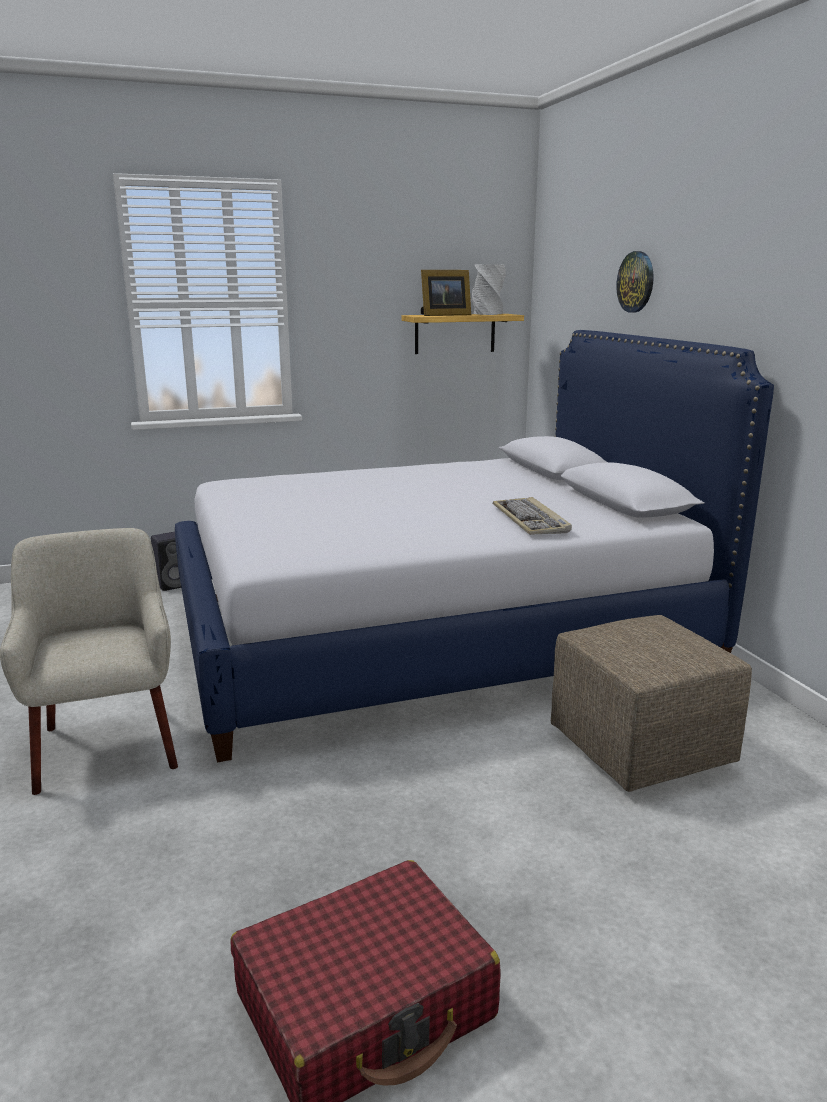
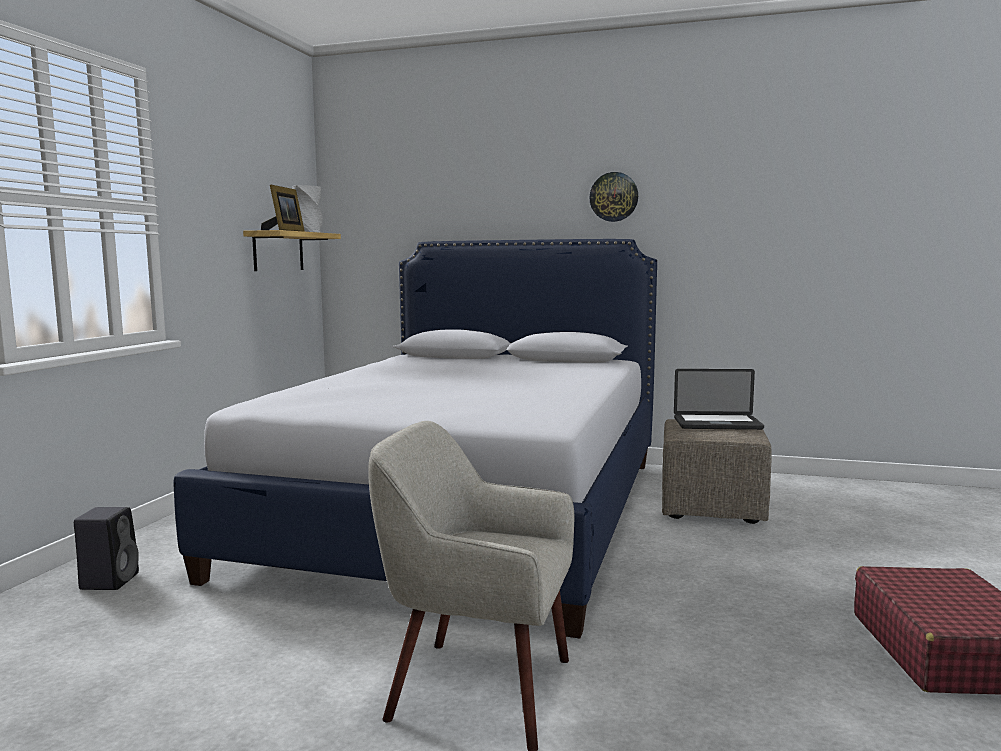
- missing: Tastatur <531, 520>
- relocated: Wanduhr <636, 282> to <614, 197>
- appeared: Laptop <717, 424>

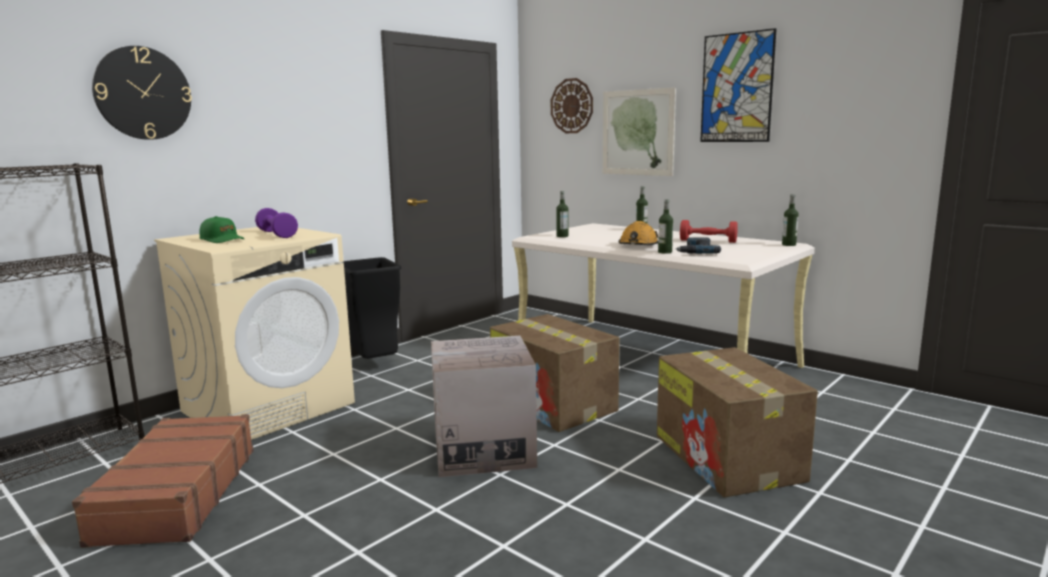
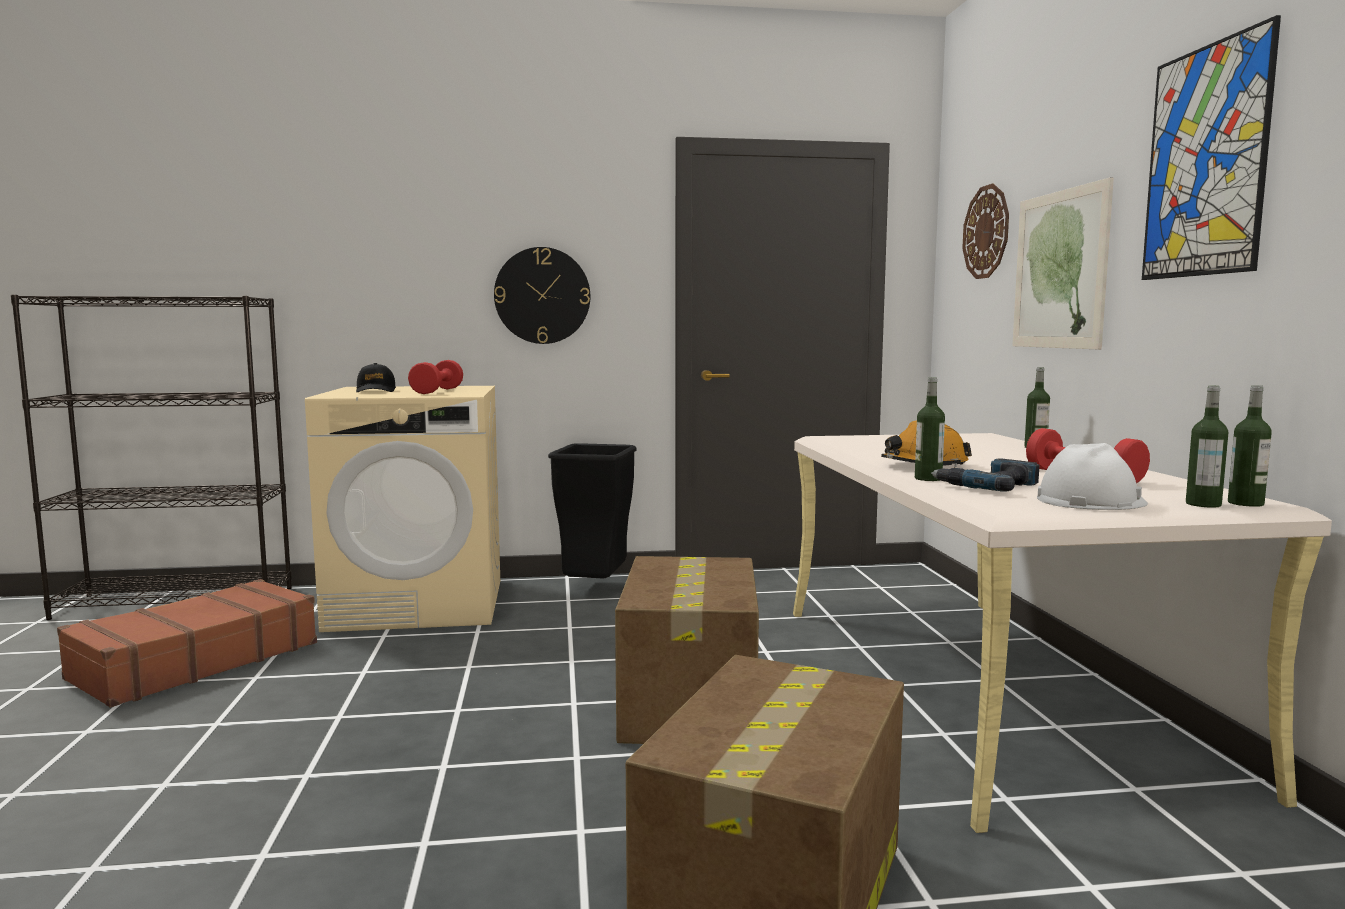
- relocated: Wanduhr <143, 93> to <542, 295>
- colour: Kappe (grün) <222, 240> to Kappe (schwarz) <376, 391>
- colour: Hantel (lila) <277, 234> to Hantel (rot) <437, 391>
- missing: Karton <483, 450>
- relocated: Flasche <562, 236> to <1203, 504>
- appeared: Schutzhelm (weiß) <1090, 501>

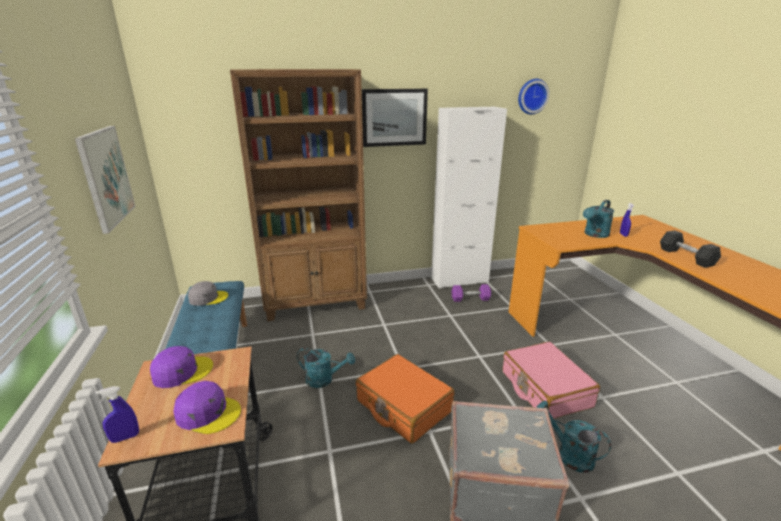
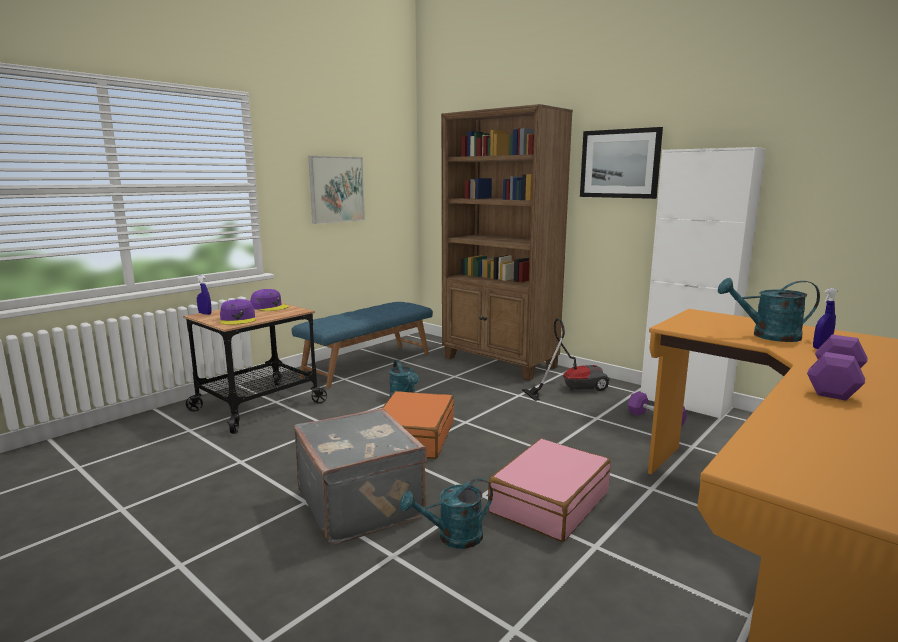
- missing: Kappe (grau) <208, 298>
- missing: Wanduhr <532, 96>
- spun: Gießkanne (türkis) <569, 454> = <452, 537> 120 degrees counterclockwise
- colour: Hantel (schwarz) <686, 257> to Hantel (lila) <835, 383>
- appeared: Staubsauger <571, 388>

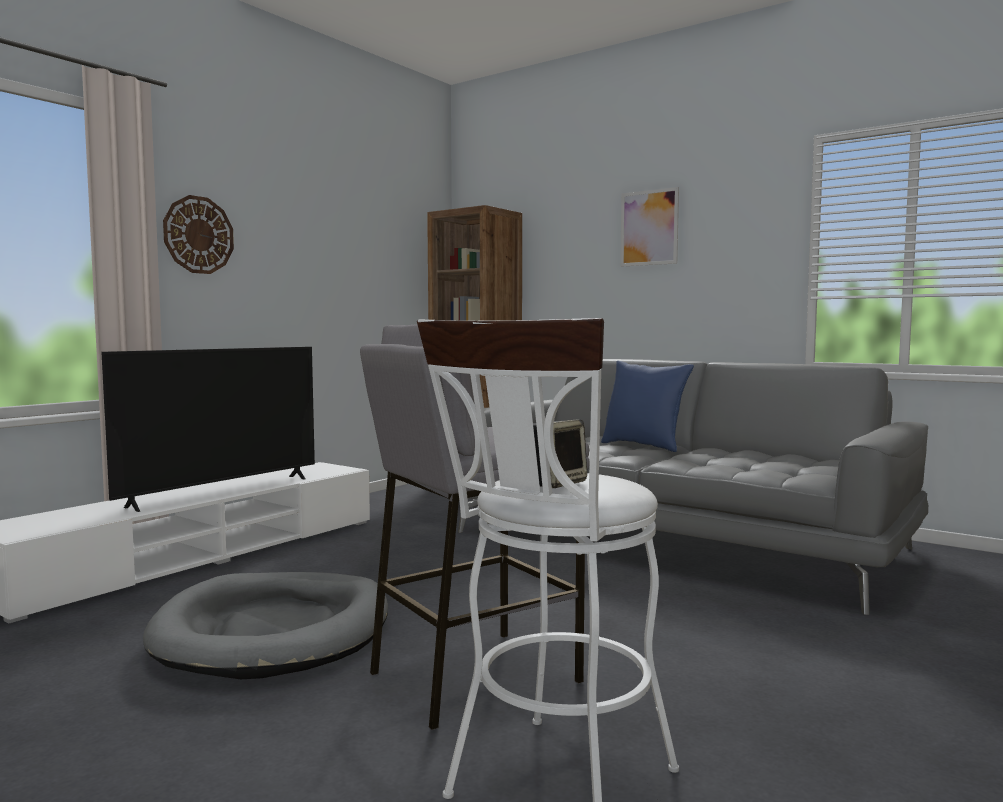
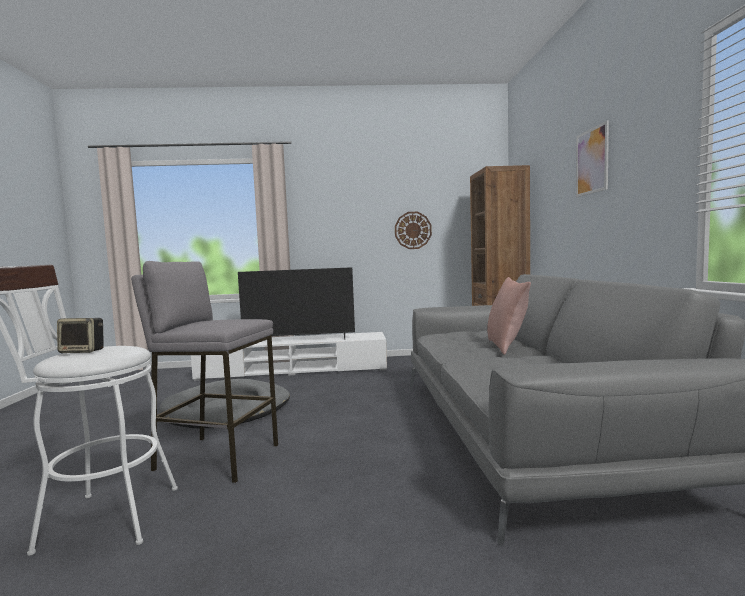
- relocated: Wanduhr <198, 235> to <413, 230>
- colour: Kissen (blau) <644, 446> to Kissen (rosa) <506, 346>

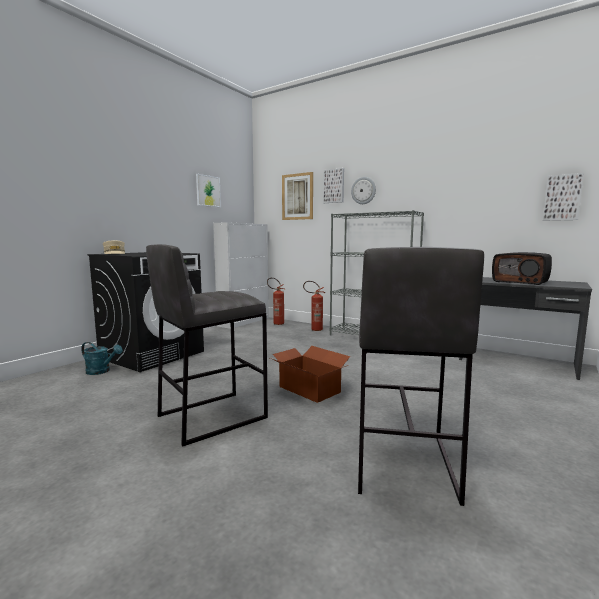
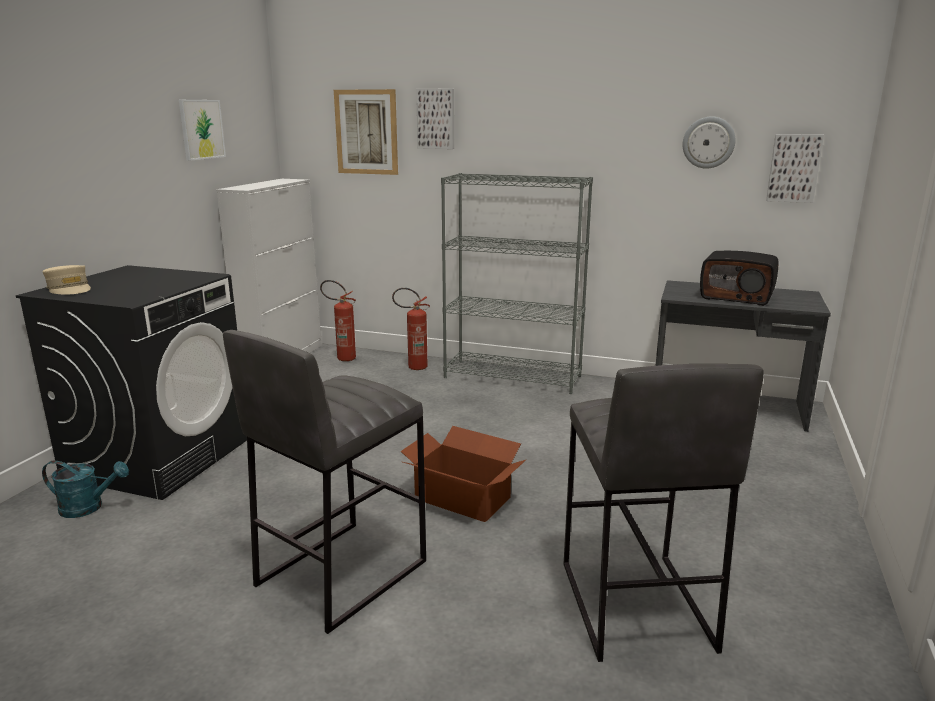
- relocated: Wanduhr <363, 190> to <708, 142>

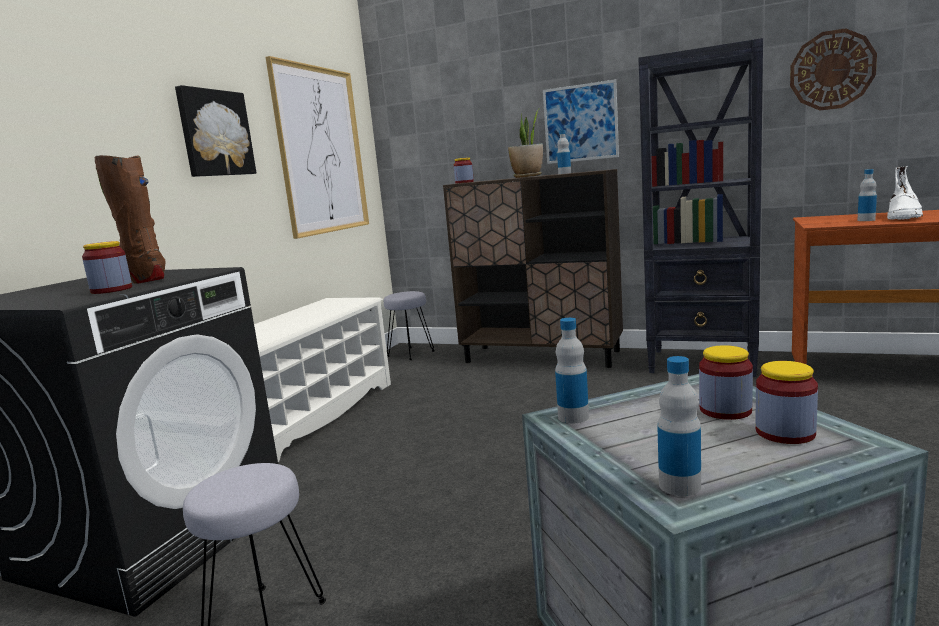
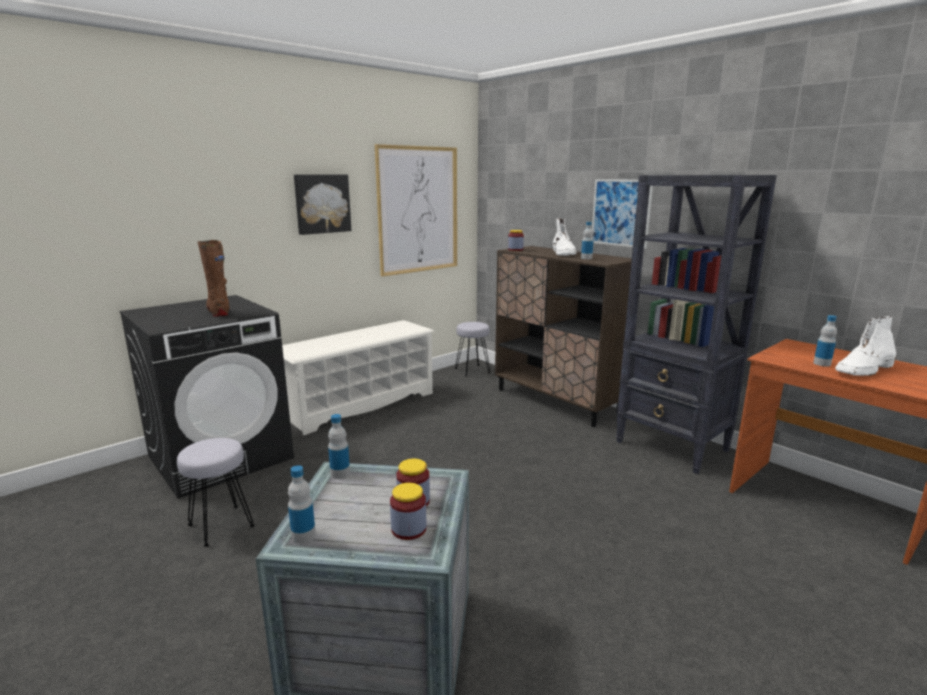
- missing: Vorratsglas <111, 290>
- exchanged: Topfpflanze <527, 176> to Stiefel (weiß) <564, 253>
- missing: Wanduhr <832, 70>

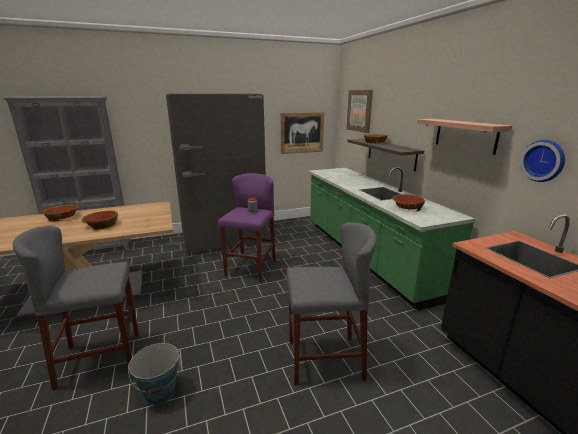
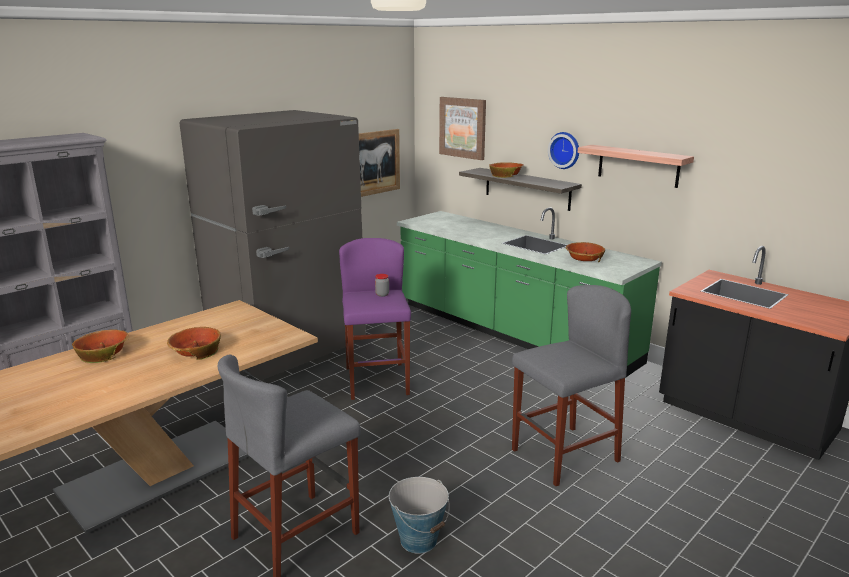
- relocated: Wanduhr <544, 160> to <565, 150>

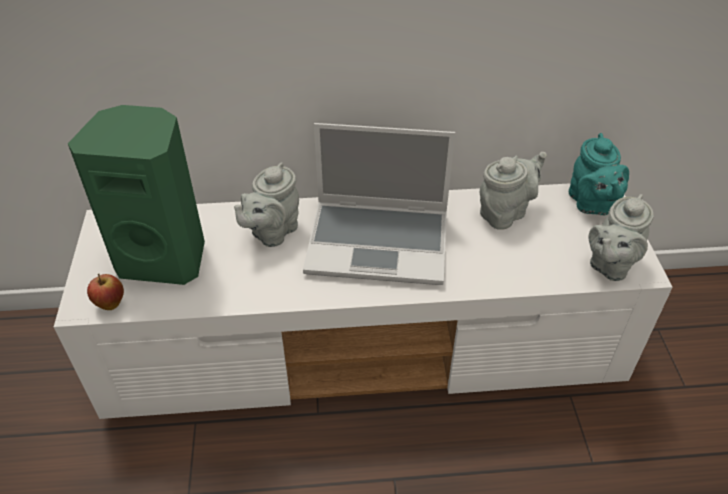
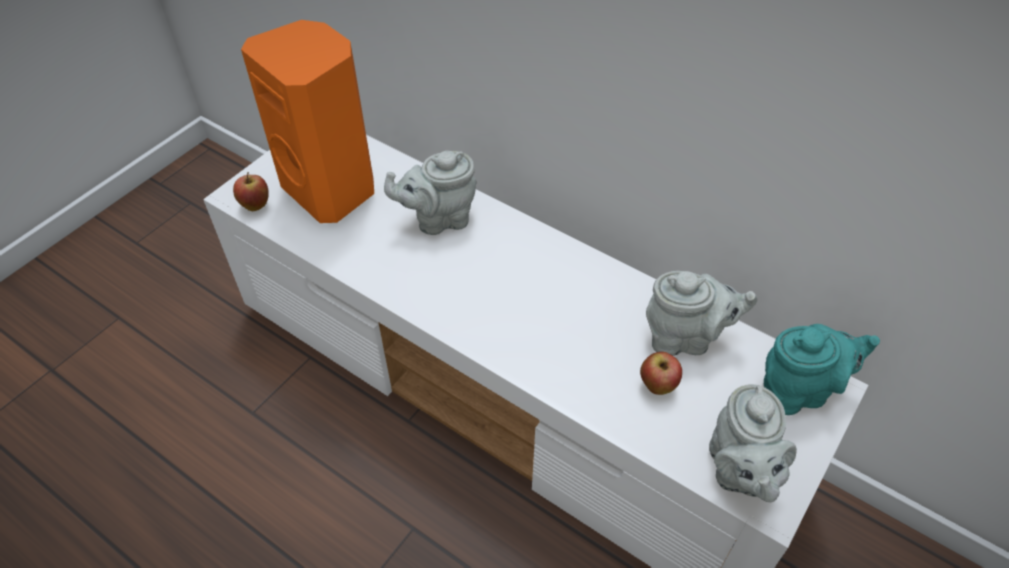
- colour: Lautsprecher (grün) <164, 258> to Lautsprecher (orange) <332, 190>
- missing: Laptop <380, 243>
- spun: Teekanne (türkis) <591, 204> = <799, 391> 135 degrees counterclockwise
- spun: Teekanne (grau) <610, 265> = <739, 471> 75 degrees counterclockwise
- appeared: Apfel <657, 386>

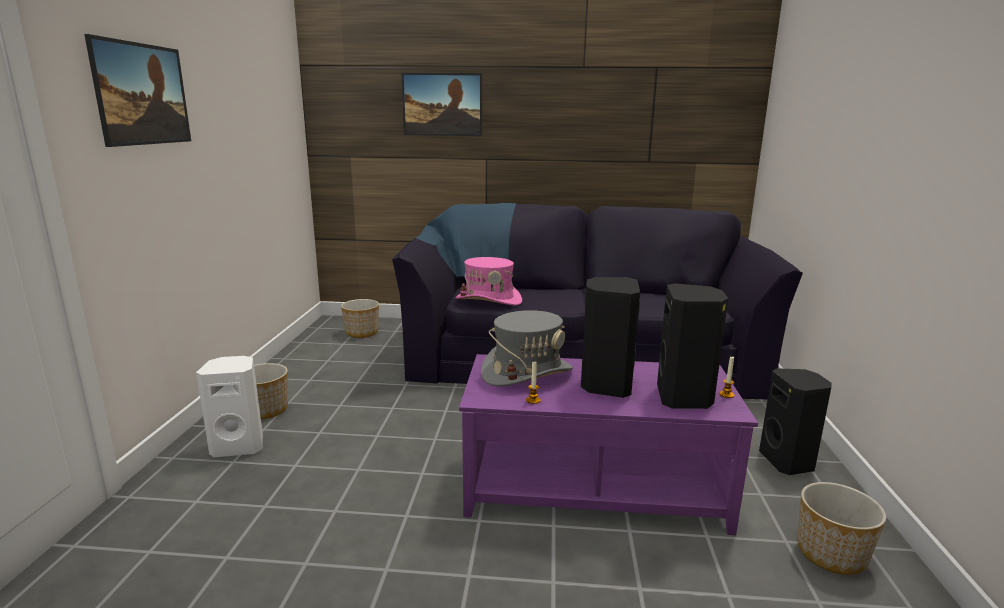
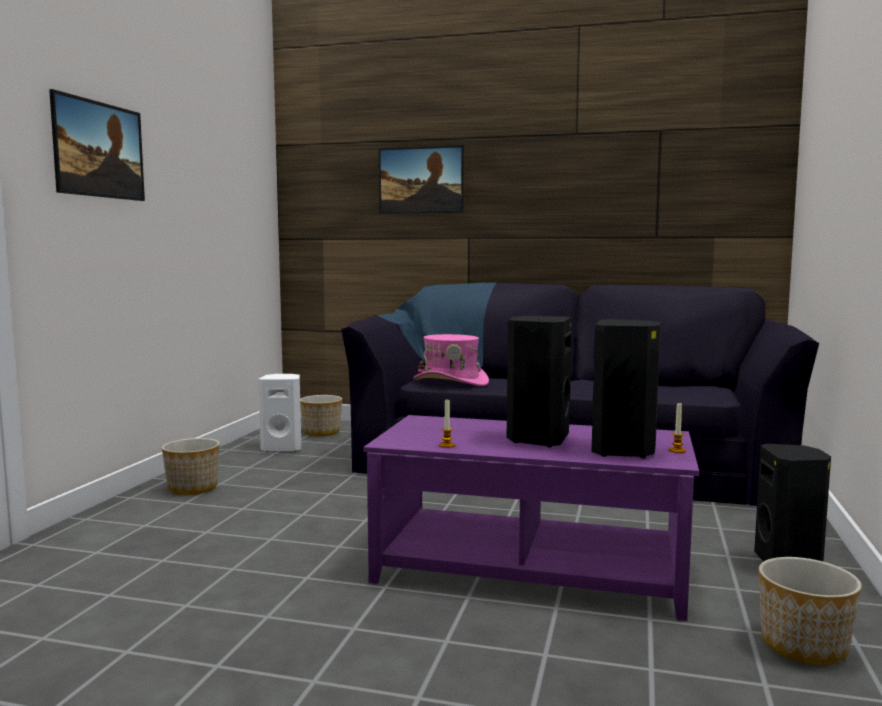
- relocated: Lautsprecher (weiß) <239, 446> to <283, 448>
- missing: Hut (grau) <527, 372>

